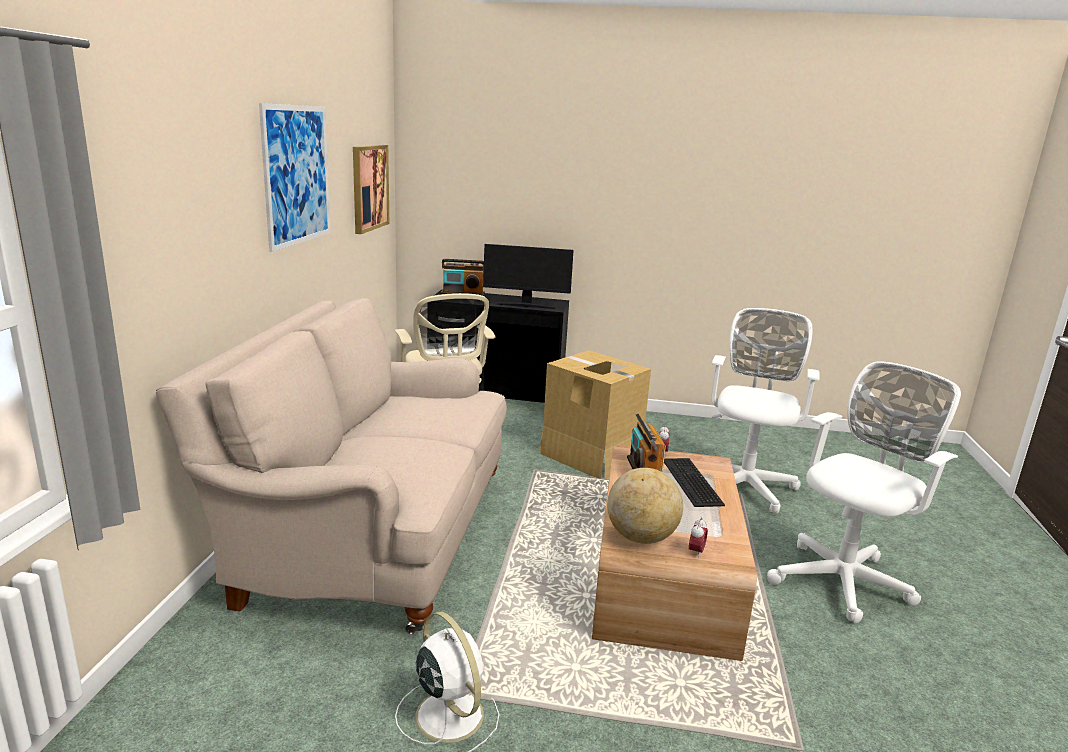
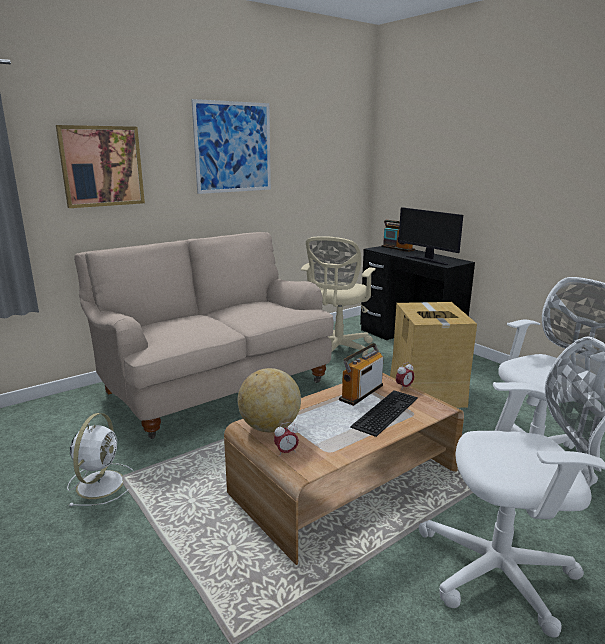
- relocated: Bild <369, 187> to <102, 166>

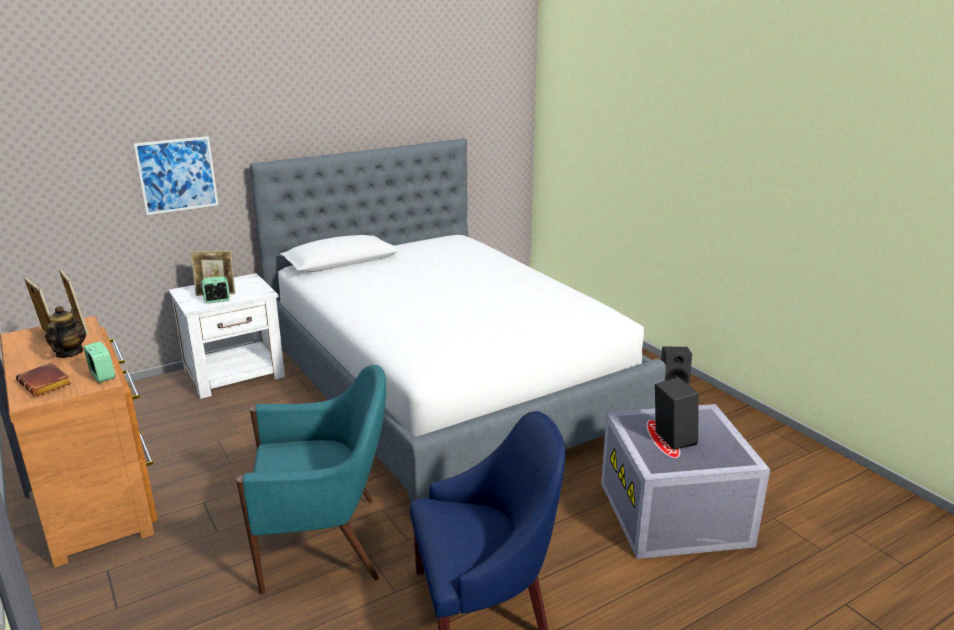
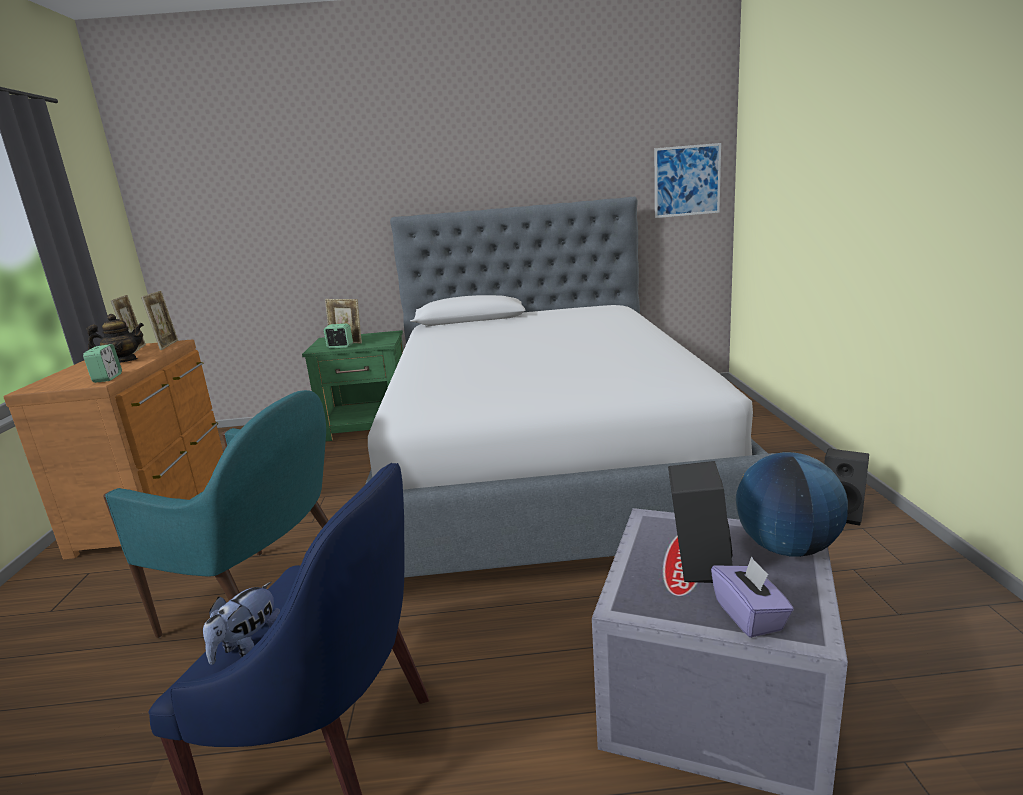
- missing: Buch (braun) <47, 384>
- spun: Teekanne <69, 353> = <123, 361> 45 degrees clockwise
- relocated: Bild <177, 175> to <687, 181>
- colour: Nachttisch (weiß) <236, 374> to Nachttisch (grün) <370, 426>
- appeared: Plüschtier <248, 647>
- appeared: Taschentuchbox (lila) <749, 616>
- appeared: Globus <786, 548>

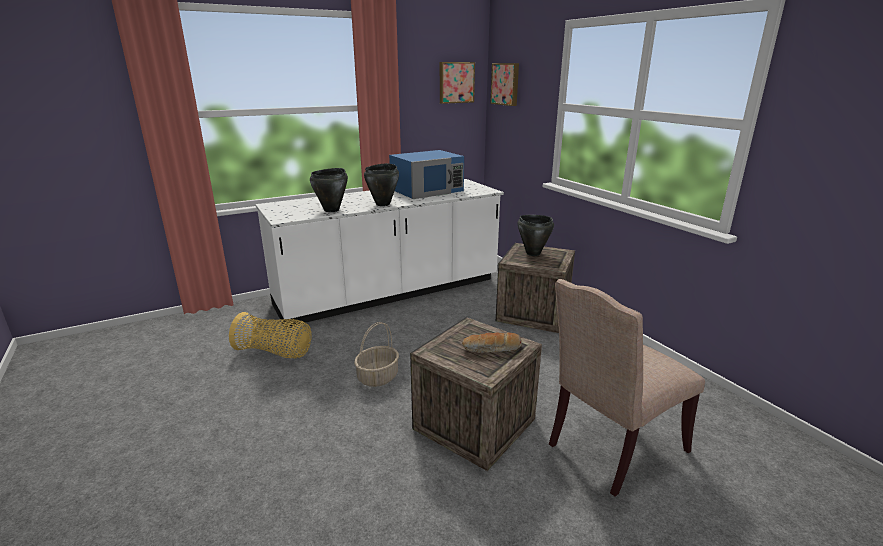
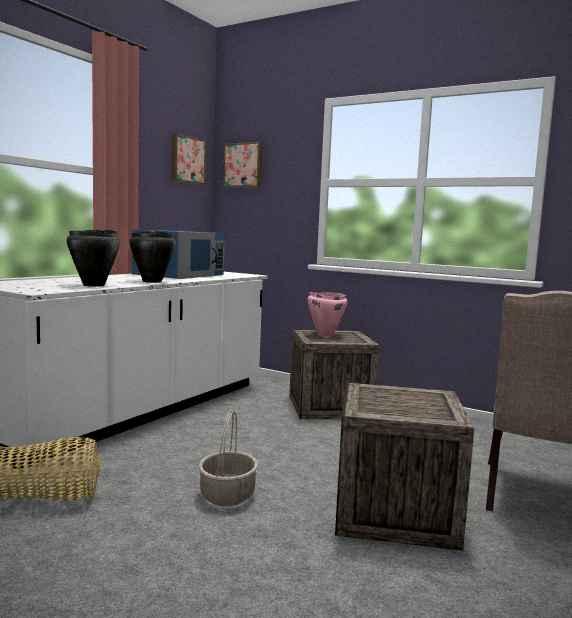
- missing: Brot <492, 349>
- colour: Kochtopf (schwarz) <532, 253> to Kochtopf (rosa) <325, 335>

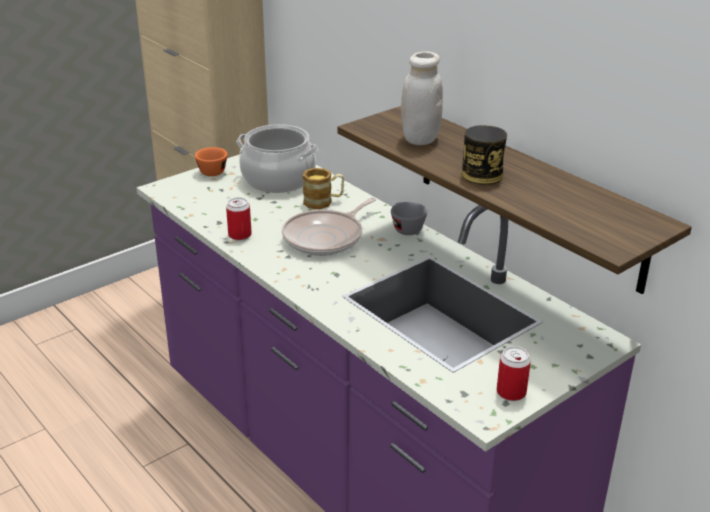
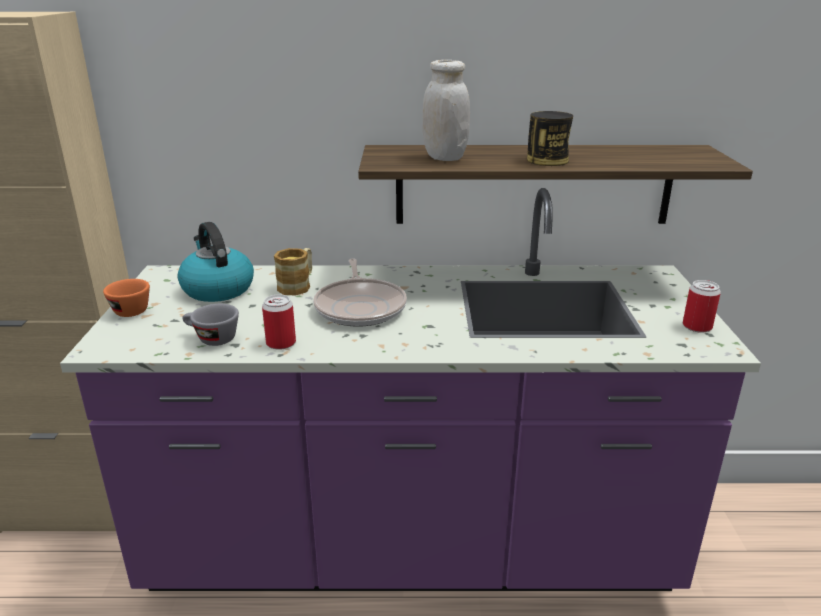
- exchanged: Kochtopf <278, 180> to Wasserkessel <217, 289>
- relocated: Tasse (grau) <405, 228> to <211, 339>

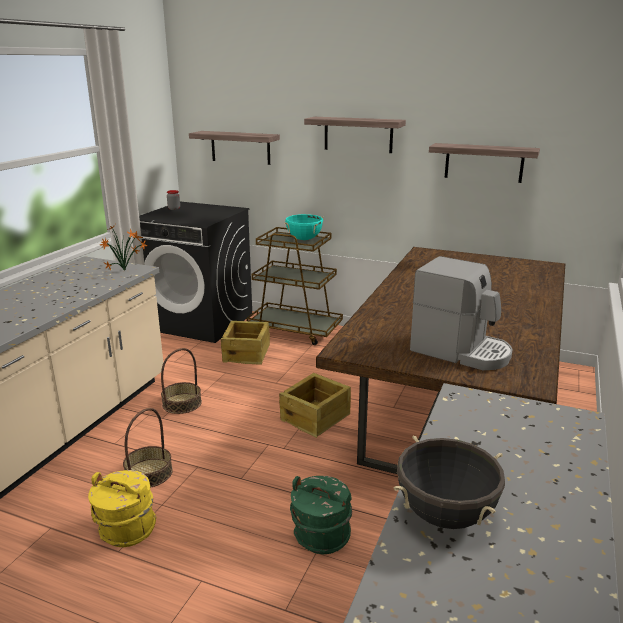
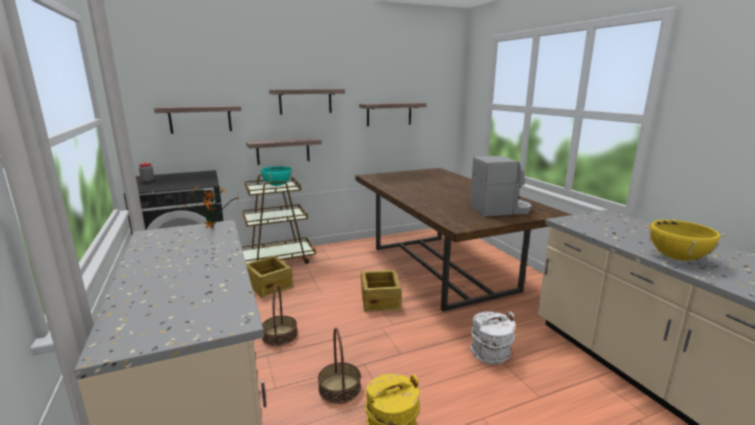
- colour: Eimer (grün) <321, 536> to Eimer (weiß) <490, 354>
- colour: Kochtopf (schwarz) <445, 515> to Kochtopf (gelb) <676, 258>
- appeared: Wandregal <283, 151>

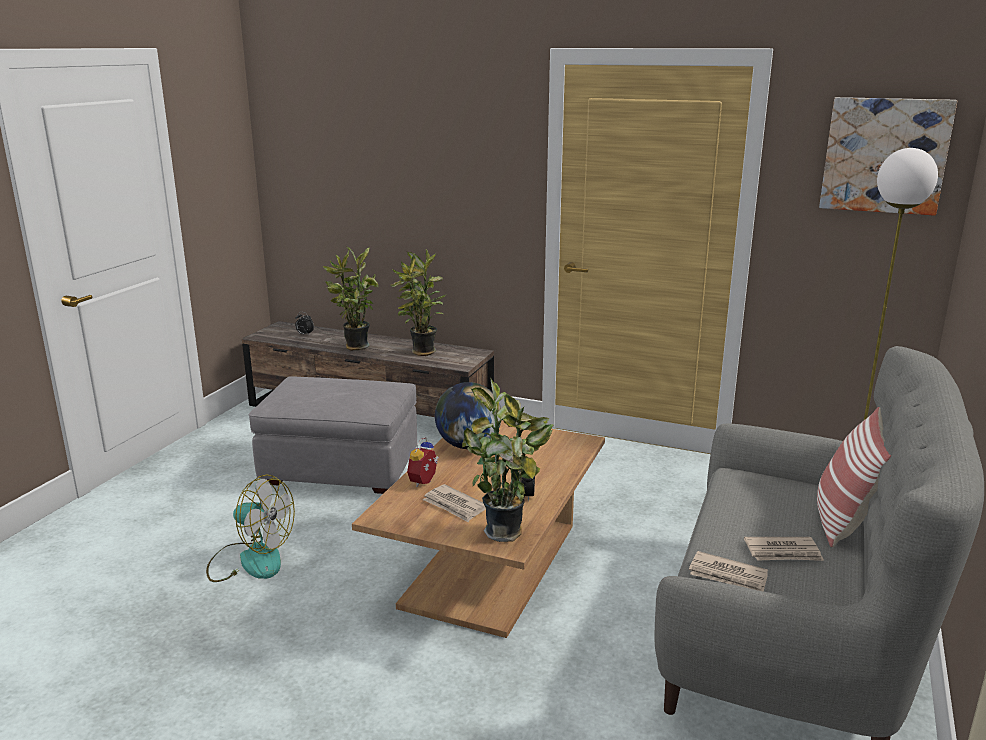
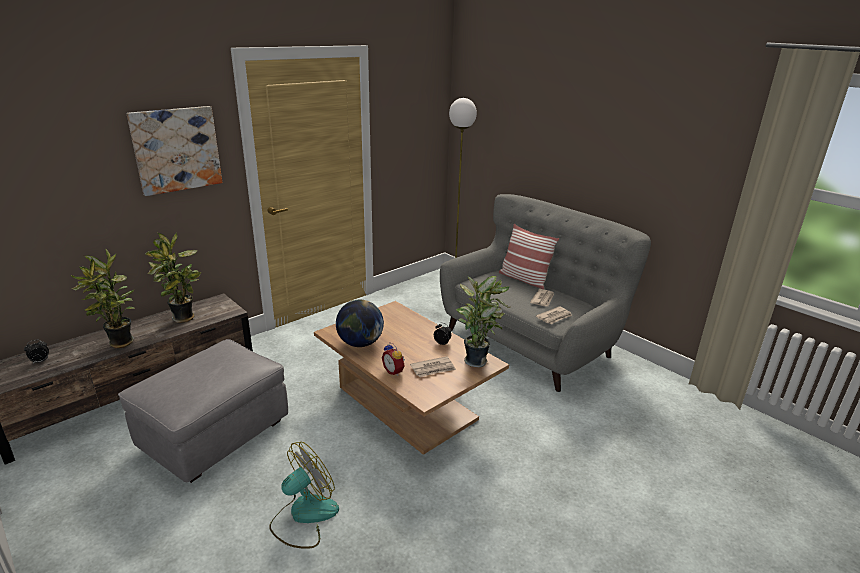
- relocated: Bild <884, 155> to <176, 149>

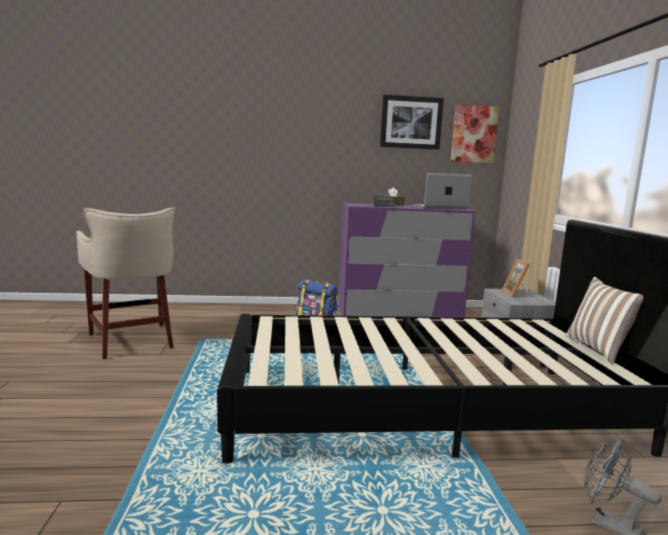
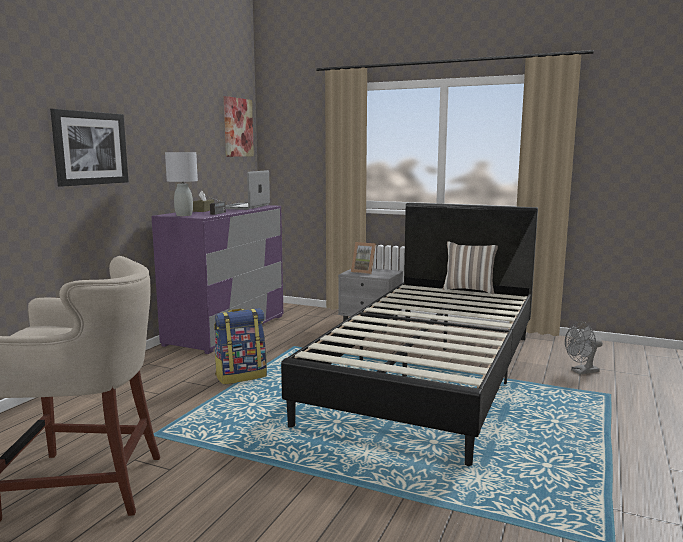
- relocated: Bild <411, 122> to <90, 148>
- appeared: Tischlampe (grau) <183, 215>

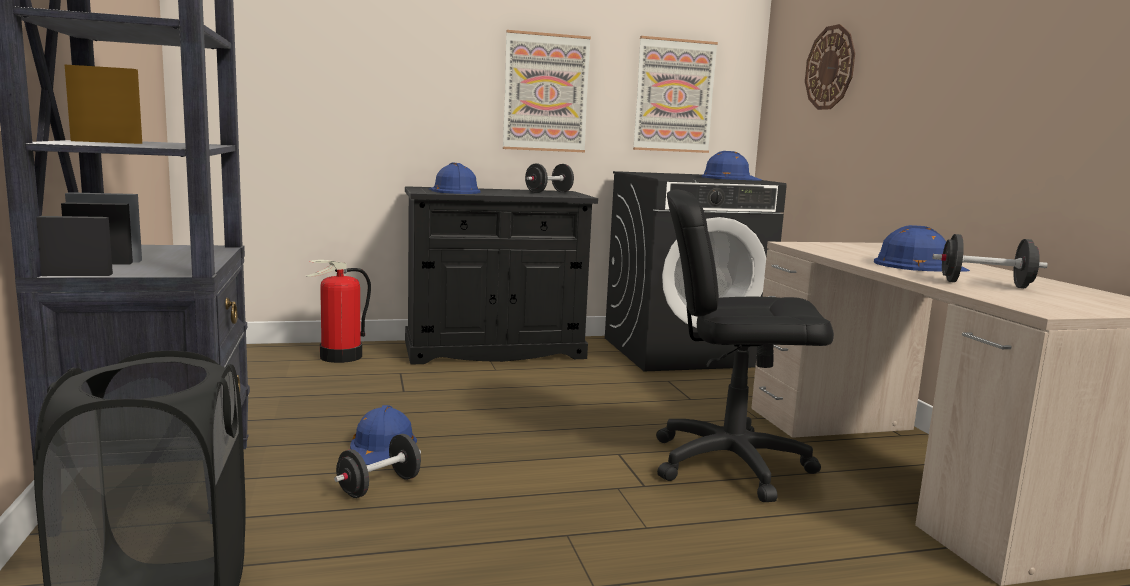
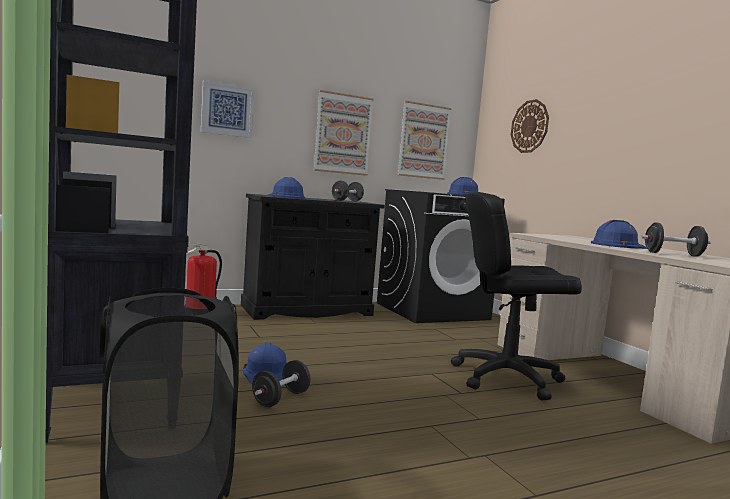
- appeared: Bild <227, 109>

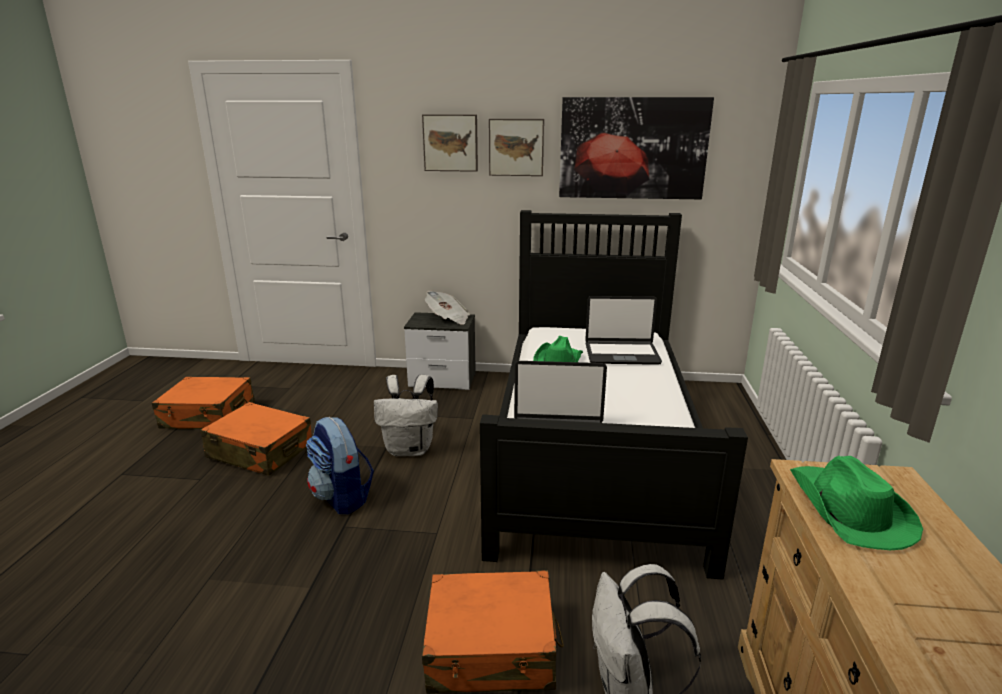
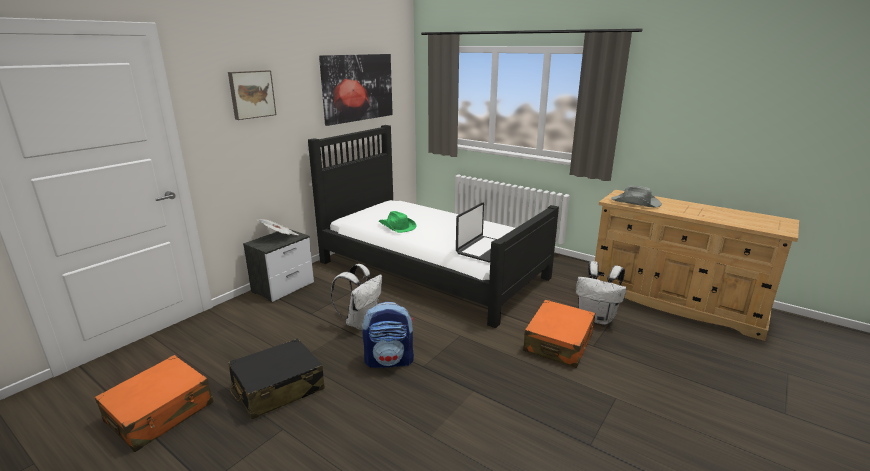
- colour: Koffer (orange) <260, 451> to Koffer (schwarz) <278, 388>
- missing: Bild <516, 147>
- missing: Laptop <621, 354>
- colour: Hut (grün) <848, 509> to Hut (grau) <636, 203>

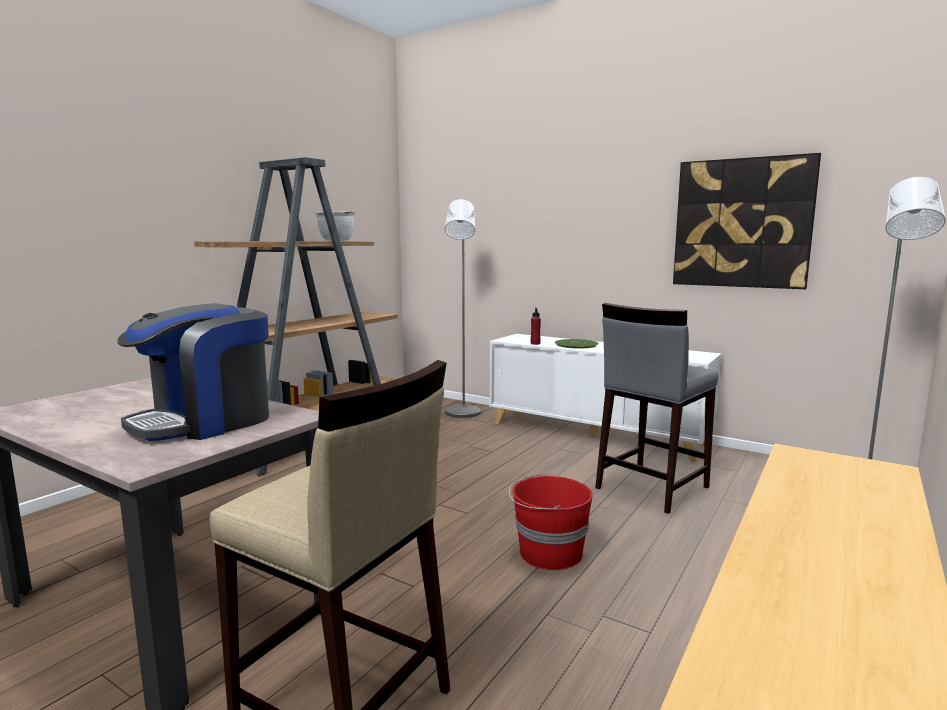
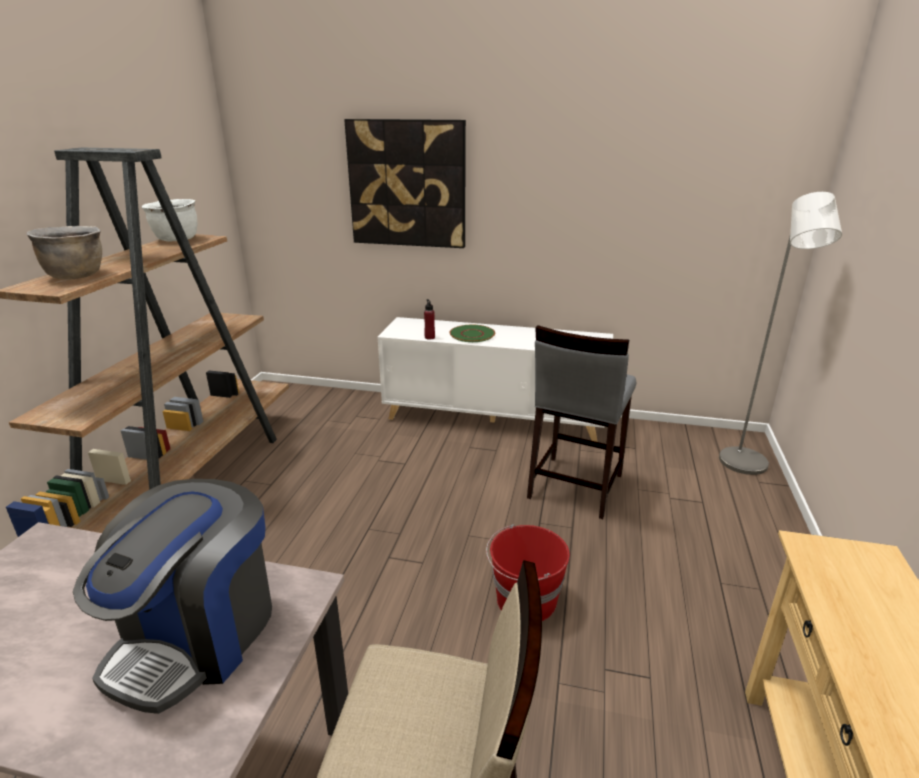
- missing: Stehlampe (grau) <462, 414>
- relocated: Bild <742, 223> to <407, 184>
- appeared: Kochtopf (braun) <76, 276>

